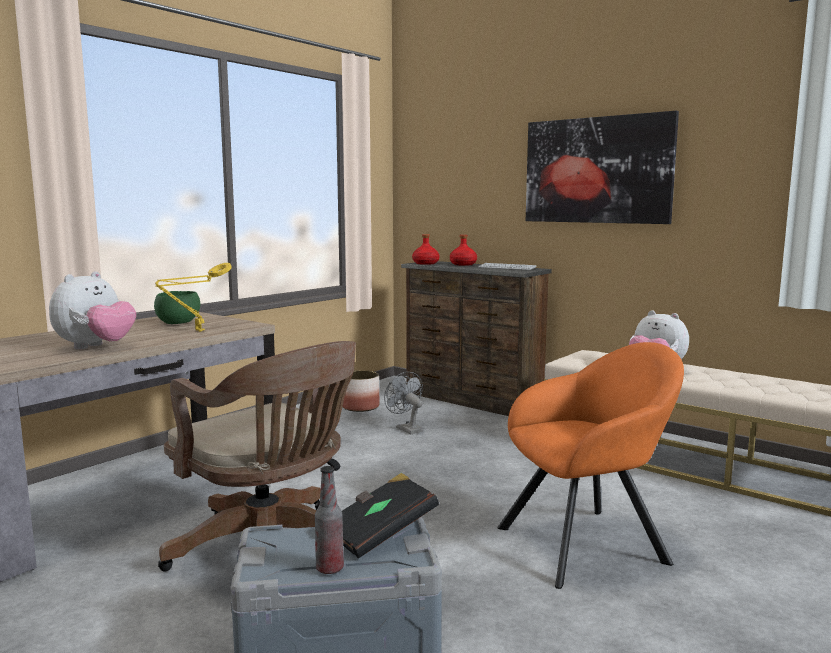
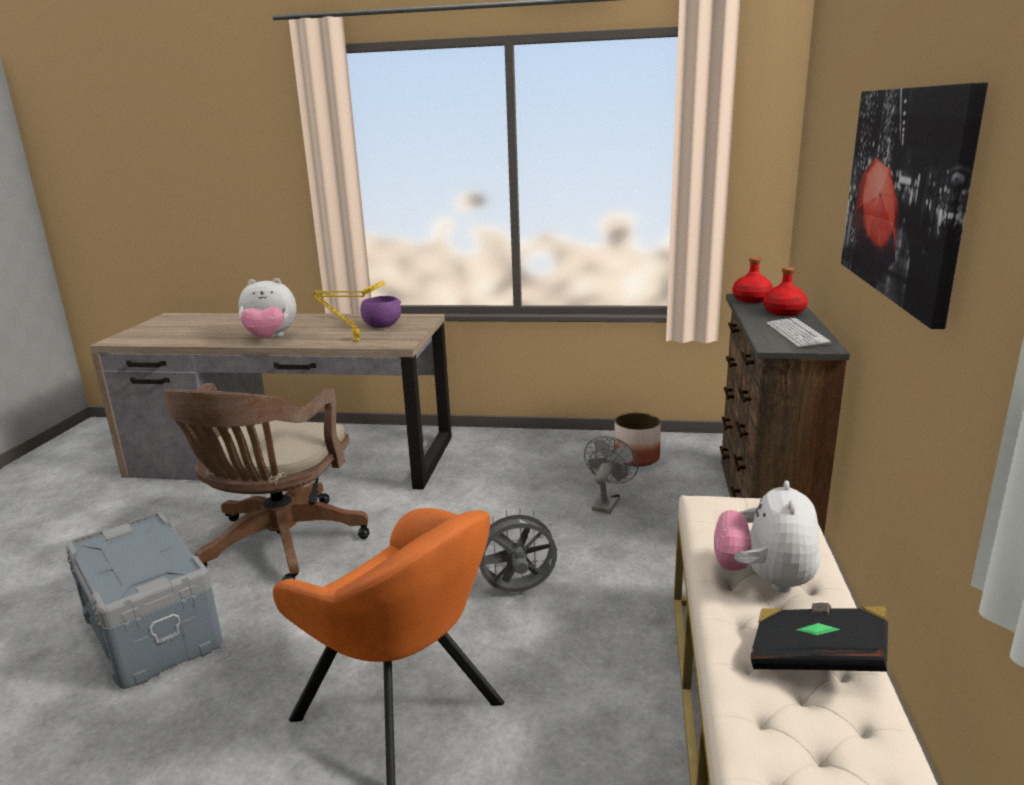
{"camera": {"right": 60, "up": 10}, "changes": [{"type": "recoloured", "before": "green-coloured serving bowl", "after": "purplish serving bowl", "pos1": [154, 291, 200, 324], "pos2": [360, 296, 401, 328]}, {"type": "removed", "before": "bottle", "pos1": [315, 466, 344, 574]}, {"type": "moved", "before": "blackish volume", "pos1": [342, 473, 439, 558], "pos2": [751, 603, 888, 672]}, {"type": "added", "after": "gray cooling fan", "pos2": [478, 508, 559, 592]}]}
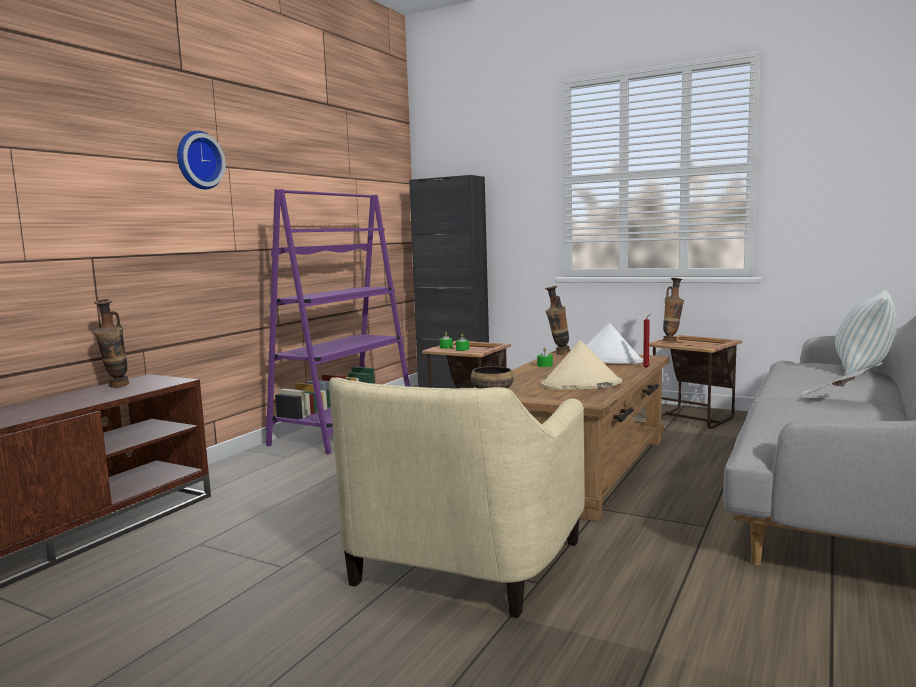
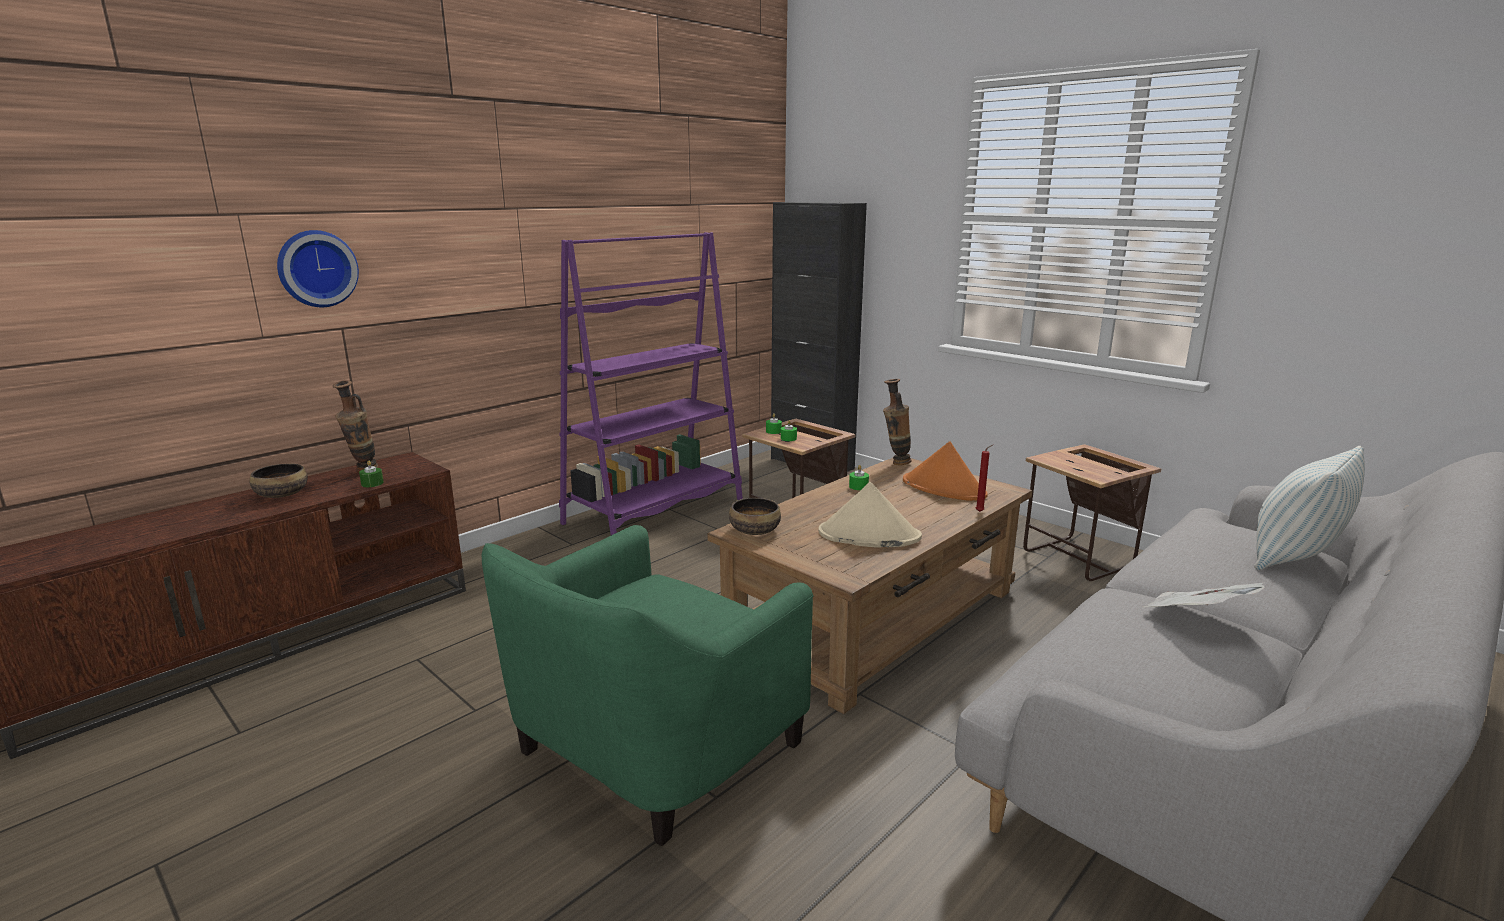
{"camera": {"right": 15, "up": 10}, "changes": [{"type": "moved", "before": "hanging clock", "pos1": [177, 131, 226, 190], "pos2": [277, 230, 359, 307]}, {"type": "recoloured", "before": "beige lounge chair", "after": "green-coloured lounge chair", "pos1": [329, 377, 585, 618], "pos2": [482, 525, 813, 846]}, {"type": "recoloured", "before": "white-coloured wearable hat", "after": "orange wearable hat", "pos1": [586, 323, 643, 364], "pos2": [903, 441, 988, 501]}, {"type": "removed", "before": "decorative vase", "pos1": [663, 278, 684, 342]}, {"type": "added", "after": "serving bowl", "pos2": [250, 463, 308, 498]}, {"type": "added", "after": "green-coloured candle", "pos2": [359, 460, 384, 487]}]}
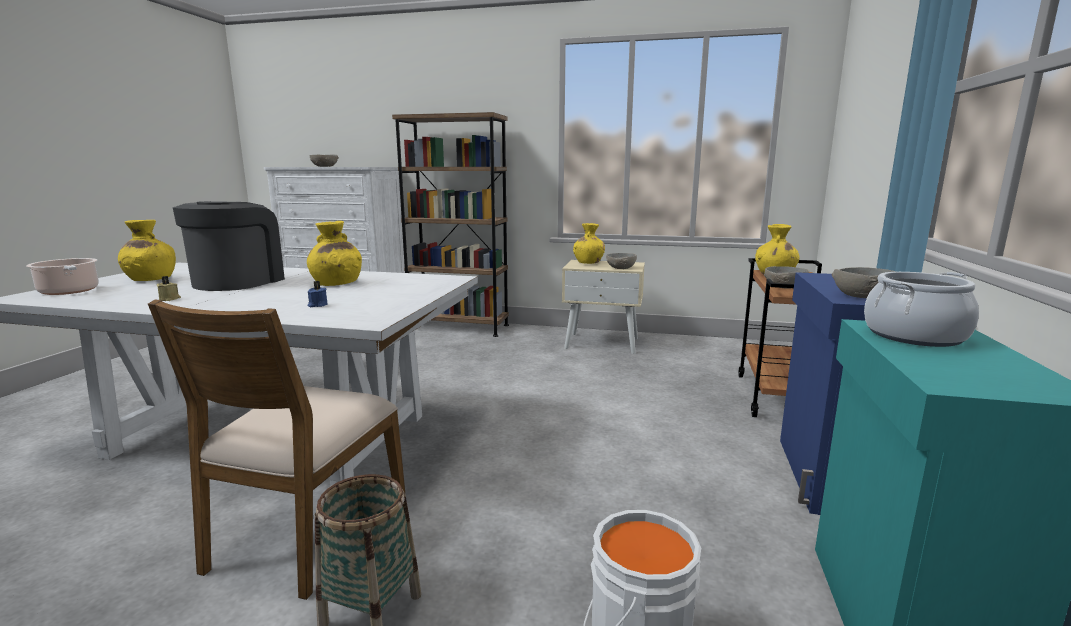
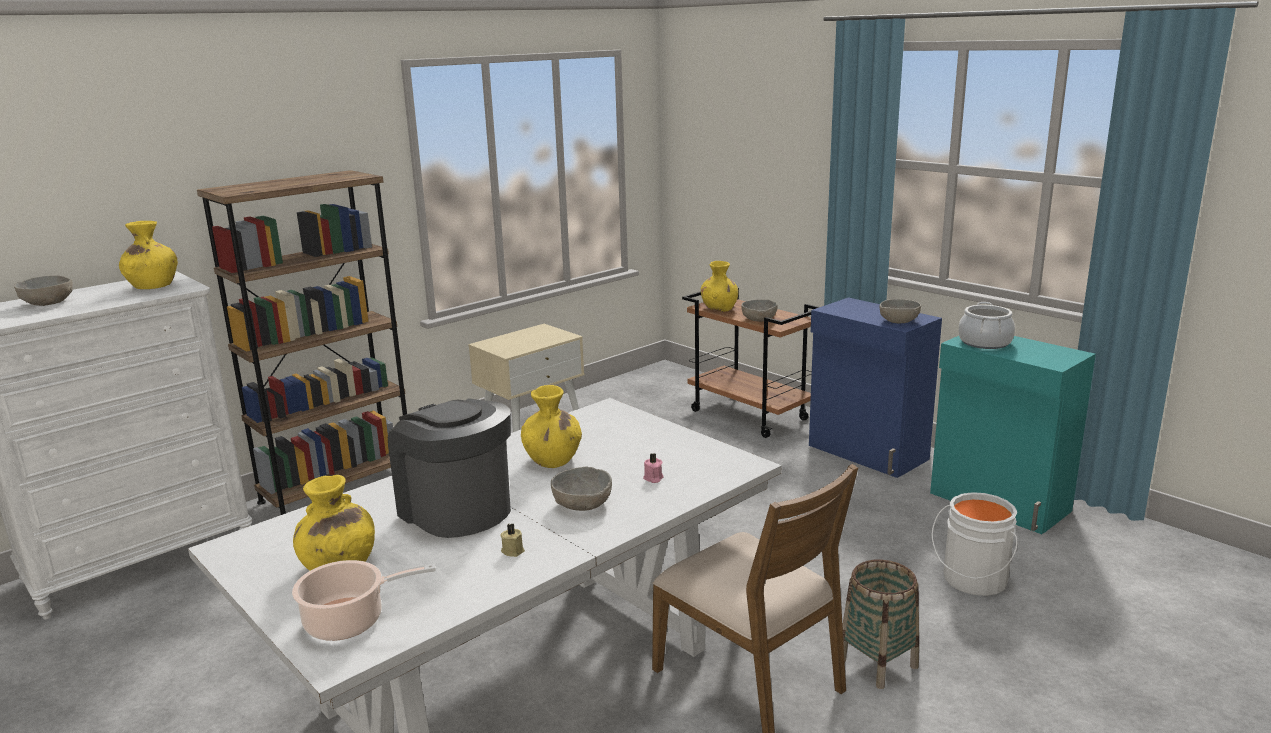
{"camera": {"right": -55, "up": 5}, "changes": [{"type": "recoloured", "before": "blue candle", "after": "pinkish candle", "pos1": [308, 281, 327, 307], "pos2": [643, 453, 664, 483]}, {"type": "moved", "before": "yellowish decorative vase", "pos1": [573, 223, 605, 264], "pos2": [119, 221, 178, 289]}, {"type": "moved", "before": "gray serving bowl", "pos1": [606, 253, 637, 269], "pos2": [551, 466, 612, 511]}]}
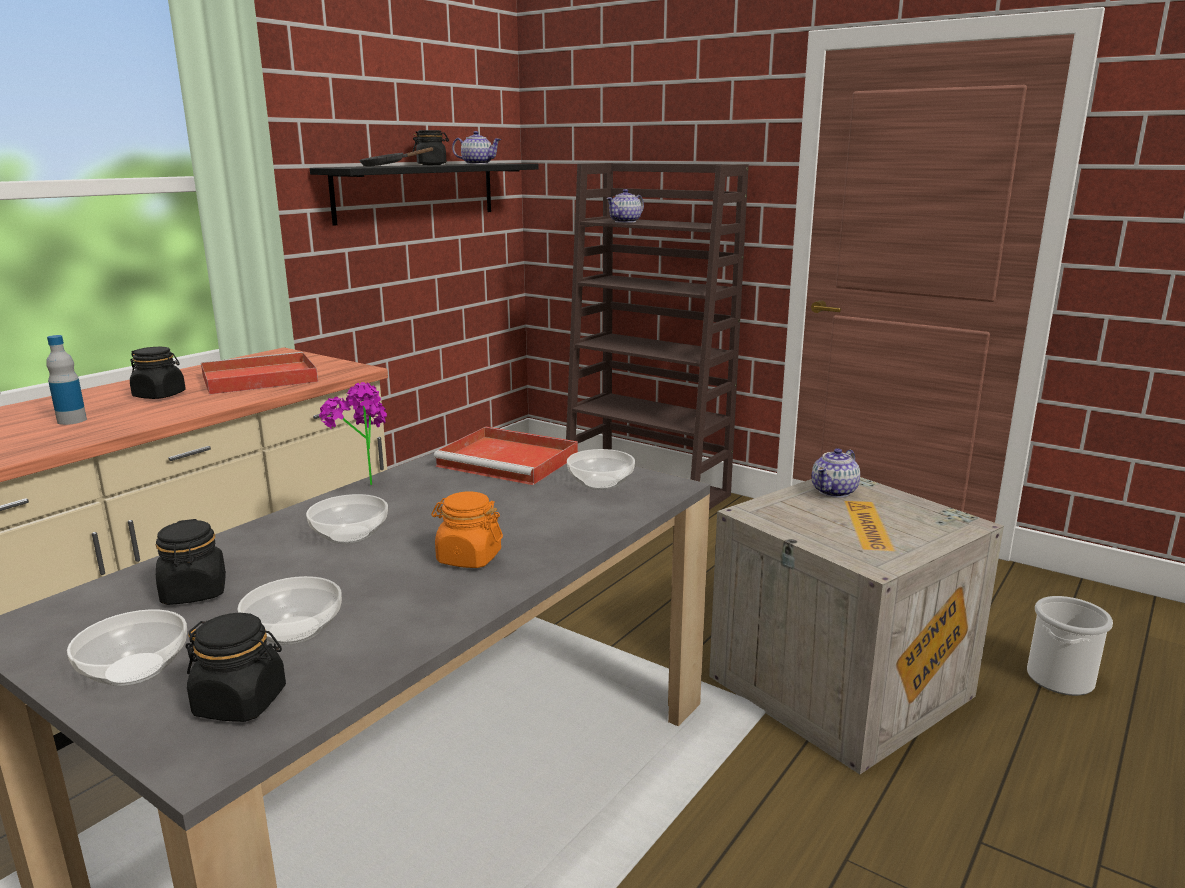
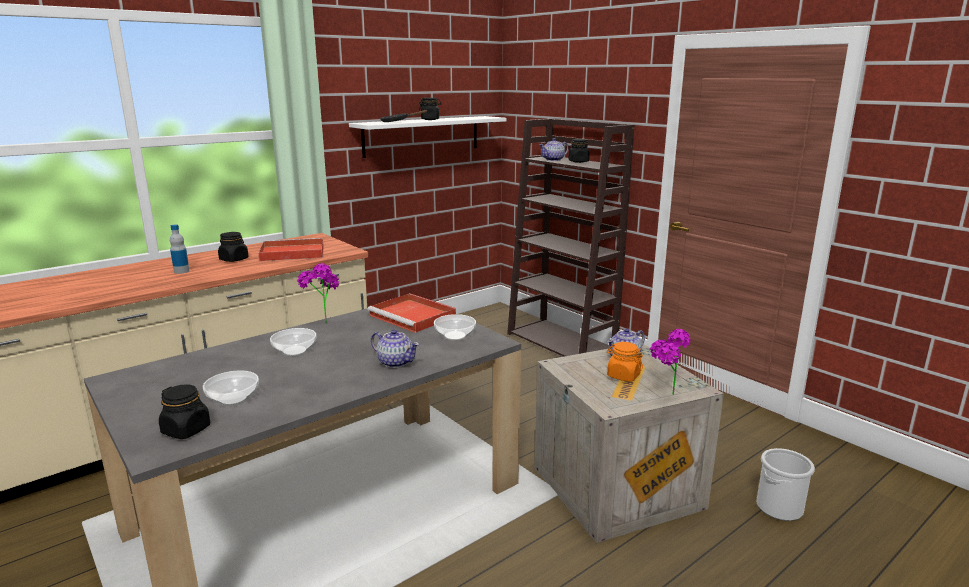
{"camera": {"right": 15, "up": 0}, "changes": [{"type": "removed", "before": "serving bowl", "pos1": [67, 609, 187, 686]}, {"type": "moved", "before": "blackish storage jar", "pos1": [156, 519, 226, 605], "pos2": [568, 139, 590, 163]}, {"type": "recoloured", "before": "blackish bracket shelf", "after": "white-coloured bracket shelf", "pos1": [310, 163, 539, 226], "pos2": [349, 116, 506, 158]}, {"type": "moved", "before": "orange storage jar", "pos1": [431, 492, 503, 568], "pos2": [607, 342, 643, 382]}, {"type": "moved", "before": "pot for tea", "pos1": [452, 131, 501, 164], "pos2": [371, 330, 419, 368]}, {"type": "added", "after": "potted plant", "pos2": [650, 329, 690, 395]}]}
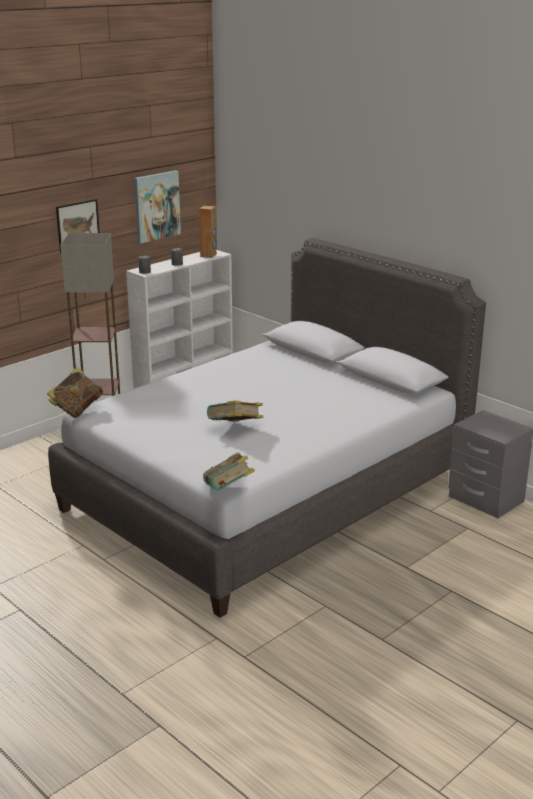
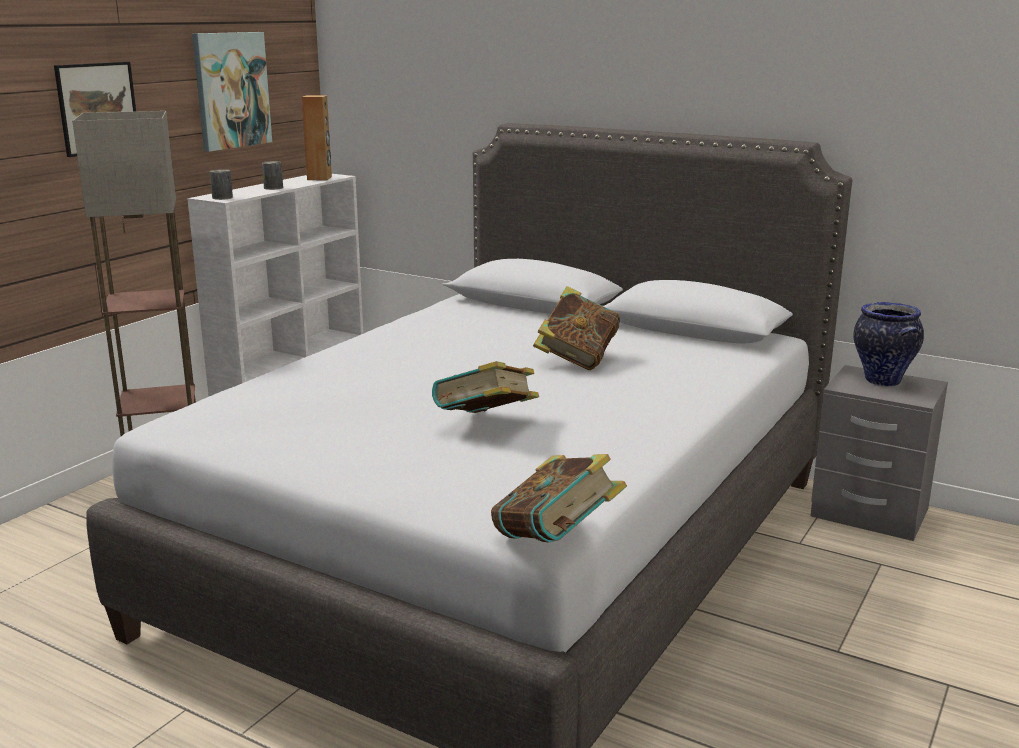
{"camera": {"right": -15, "up": -5}, "changes": [{"type": "moved", "before": "volume", "pos1": [47, 367, 103, 418], "pos2": [533, 286, 620, 370]}, {"type": "added", "after": "decorative vase", "pos2": [853, 302, 924, 387]}]}
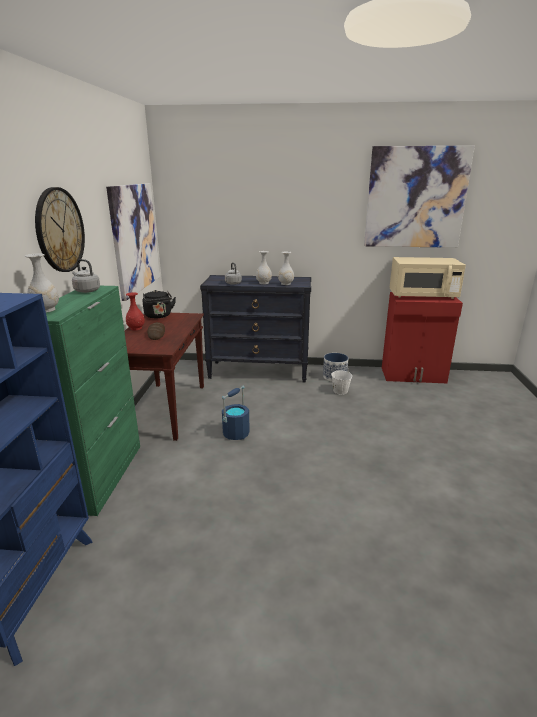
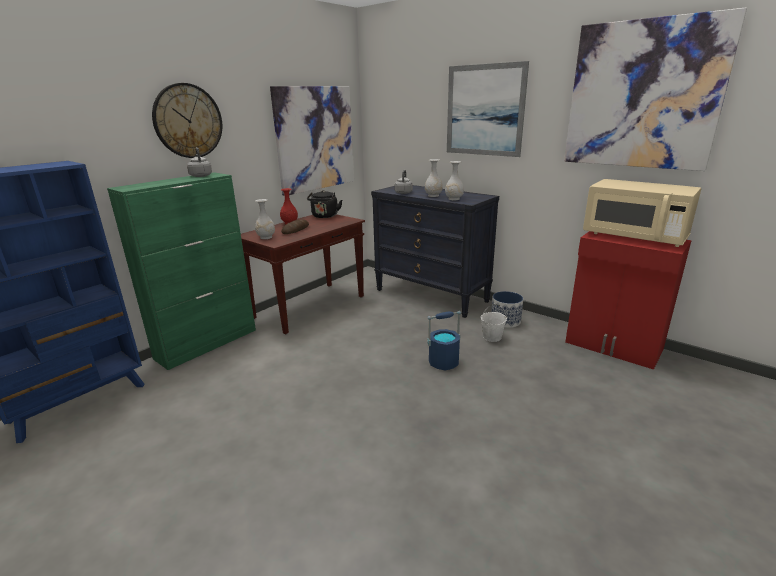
{"camera": {"right": 35, "up": 0}, "changes": [{"type": "moved", "before": "white-coloured decorative vase", "pos1": [25, 254, 59, 312], "pos2": [255, 199, 275, 239]}, {"type": "moved", "before": "blue pail", "pos1": [222, 386, 250, 440], "pos2": [427, 311, 461, 371]}, {"type": "added", "after": "wall picture", "pos2": [447, 61, 529, 157]}]}
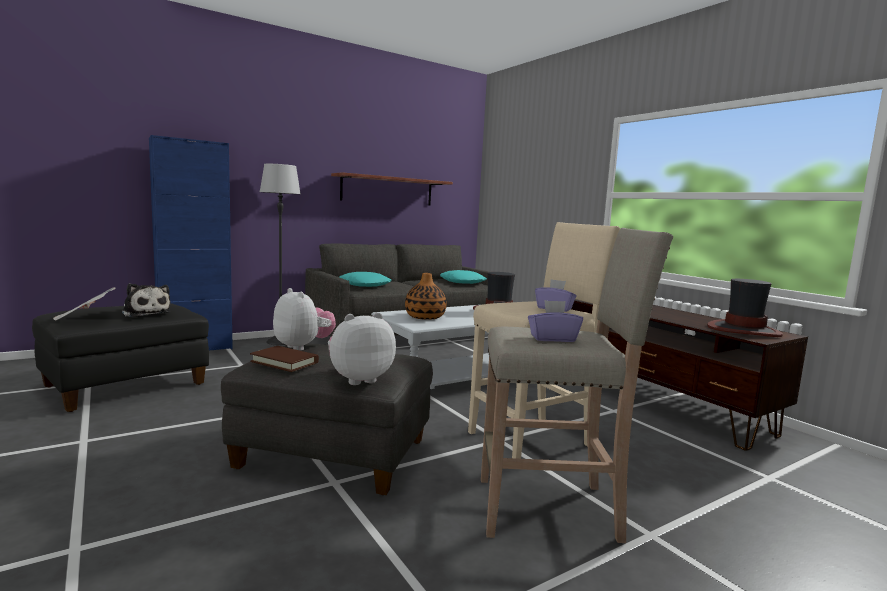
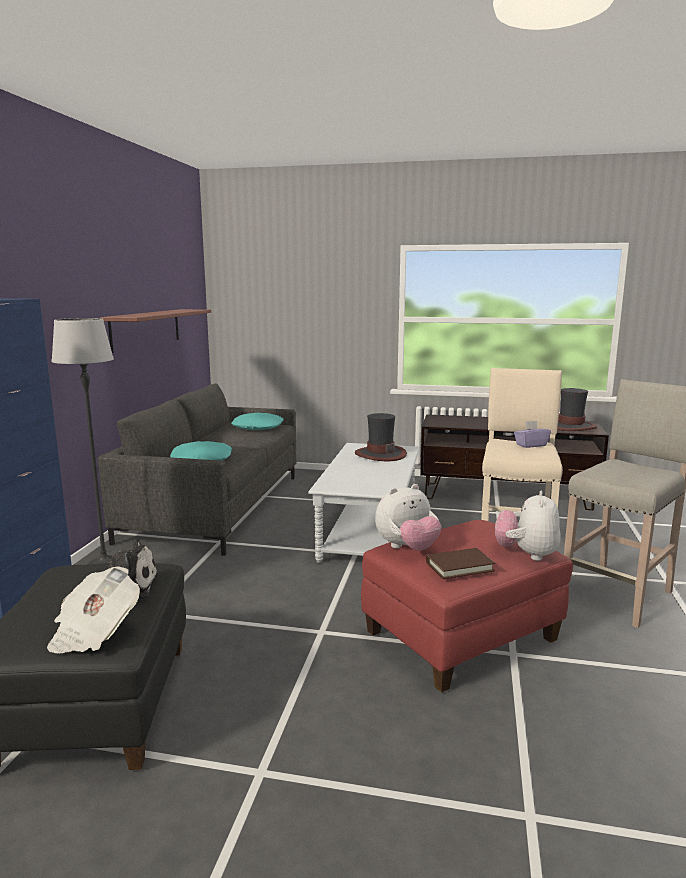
{"camera": {"right": -45, "up": 5}, "changes": [{"type": "recoloured", "before": "gray pouffe", "after": "reddish pouffe", "pos1": [221, 344, 433, 495], "pos2": [361, 520, 573, 693]}, {"type": "turned", "before": "soft toy", "pos1": [273, 288, 336, 351], "pos2": [375, 484, 441, 551], "turn": 150}, {"type": "removed", "before": "decorative vase", "pos1": [405, 273, 447, 320]}, {"type": "removed", "before": "purplish tissue box", "pos1": [528, 300, 583, 342]}]}
